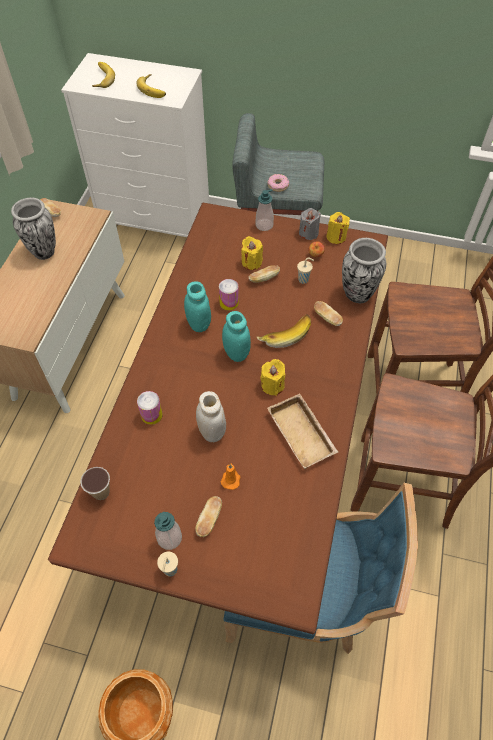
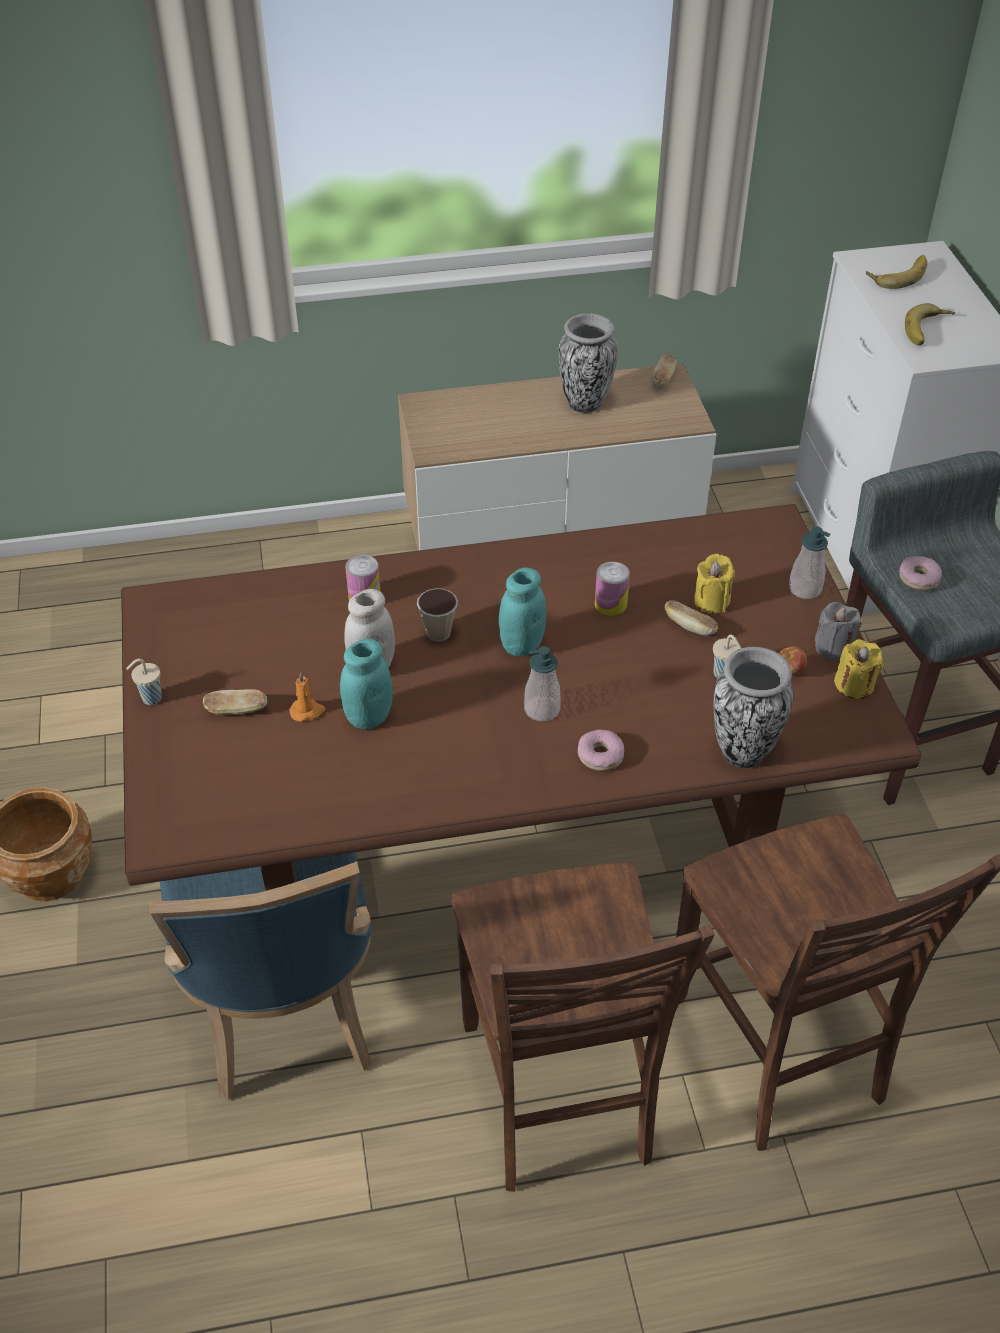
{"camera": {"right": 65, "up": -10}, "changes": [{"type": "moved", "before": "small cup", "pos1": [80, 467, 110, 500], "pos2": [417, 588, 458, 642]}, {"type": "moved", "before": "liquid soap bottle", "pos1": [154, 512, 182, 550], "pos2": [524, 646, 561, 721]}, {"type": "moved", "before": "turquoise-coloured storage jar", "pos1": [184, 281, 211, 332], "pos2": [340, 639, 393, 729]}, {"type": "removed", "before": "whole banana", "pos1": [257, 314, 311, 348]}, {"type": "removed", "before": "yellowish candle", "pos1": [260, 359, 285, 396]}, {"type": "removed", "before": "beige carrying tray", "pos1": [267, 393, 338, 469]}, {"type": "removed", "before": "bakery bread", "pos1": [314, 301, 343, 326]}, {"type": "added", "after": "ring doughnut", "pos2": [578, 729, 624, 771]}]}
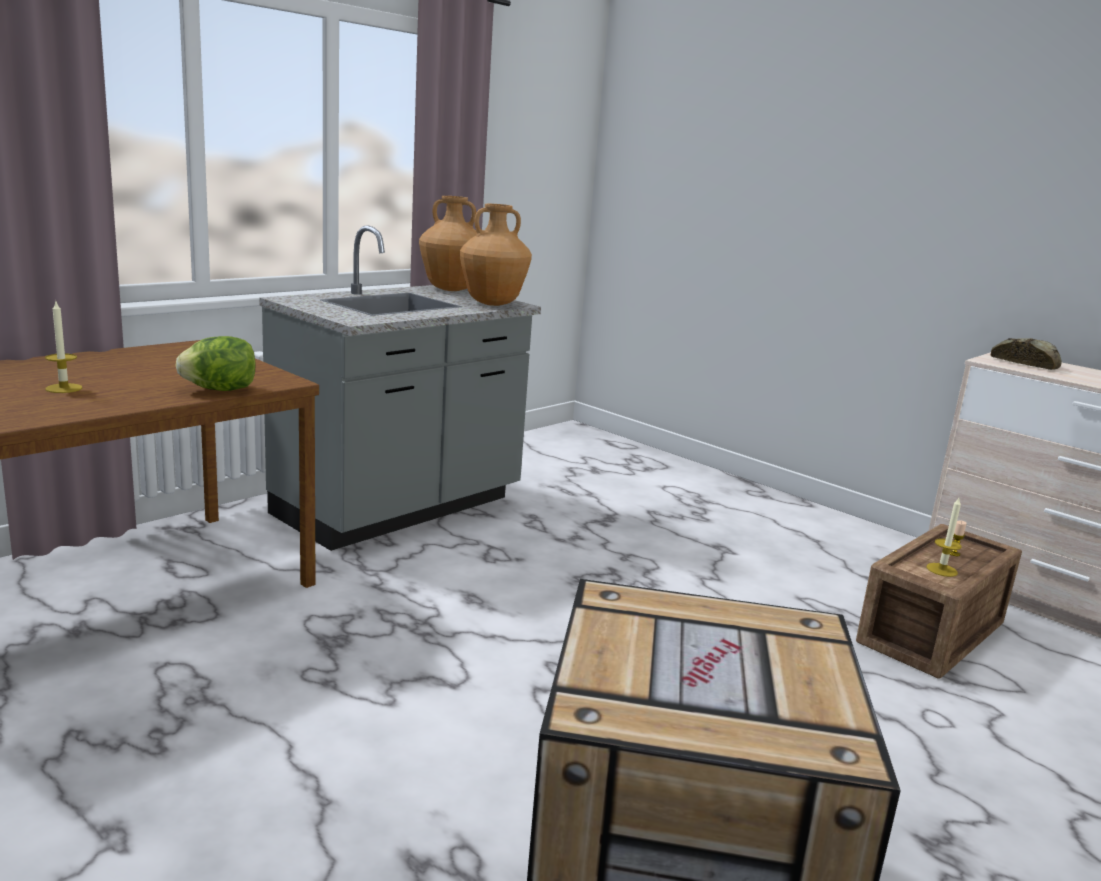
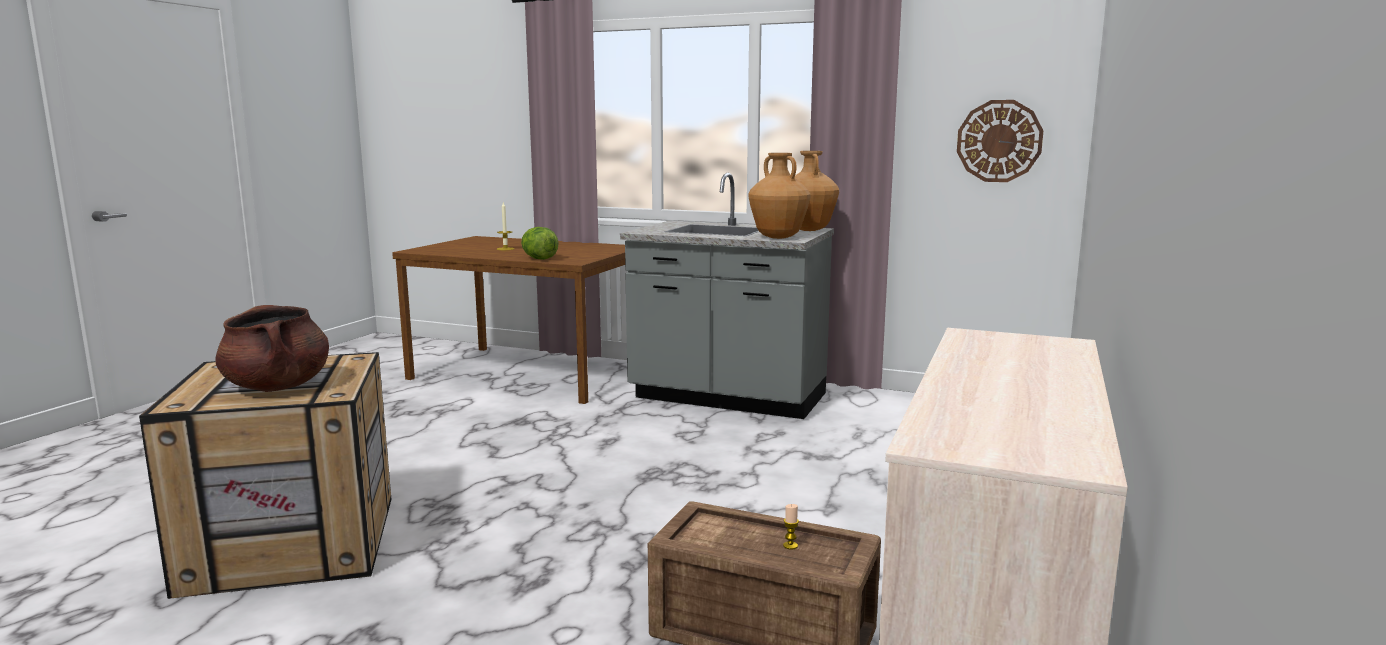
{"camera": {"right": 70, "up": -5}, "changes": [{"type": "removed", "before": "candle", "pos1": [927, 498, 962, 577]}, {"type": "removed", "before": "bakery bread", "pos1": [991, 338, 1062, 370]}, {"type": "added", "after": "brown-coloured cooking pot", "pos2": [215, 305, 329, 392]}, {"type": "added", "after": "hanging clock", "pos2": [957, 100, 1043, 182]}]}
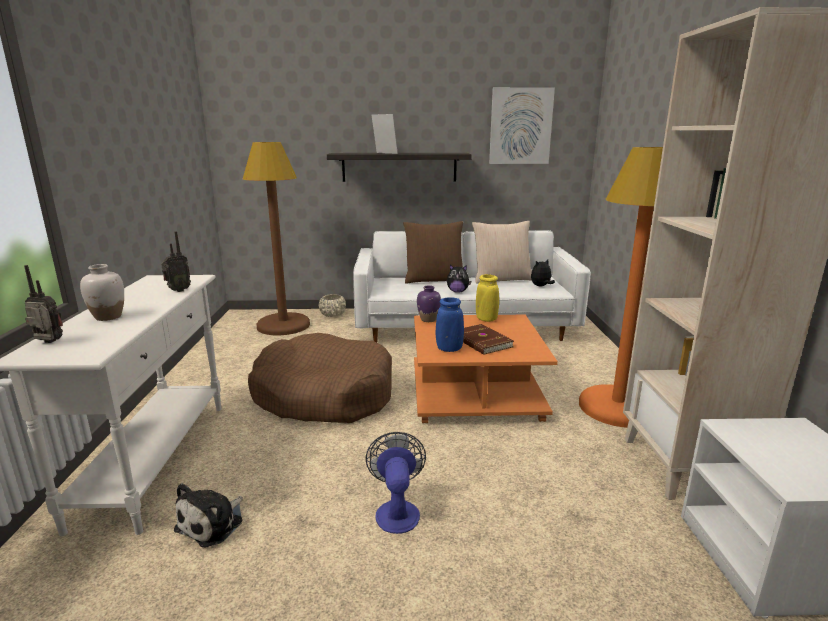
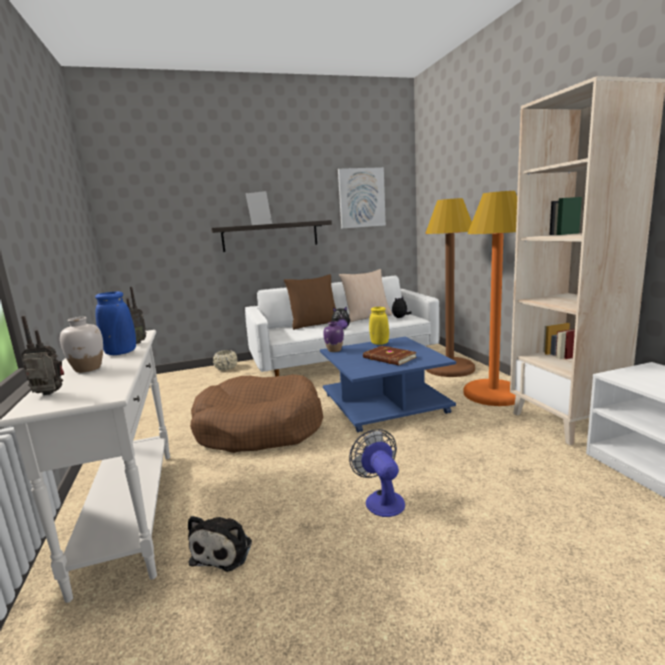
{"camera": {"right": -15, "up": -5}, "changes": [{"type": "moved", "before": "brown-coloured floor lamp", "pos1": [243, 142, 310, 335], "pos2": [425, 198, 475, 377]}, {"type": "recoloured", "before": "orange lounge table", "after": "blue lounge table", "pos1": [414, 315, 558, 423], "pos2": [320, 337, 456, 433]}, {"type": "moved", "before": "blue decorative vase", "pos1": [436, 297, 464, 352], "pos2": [95, 291, 136, 355]}]}
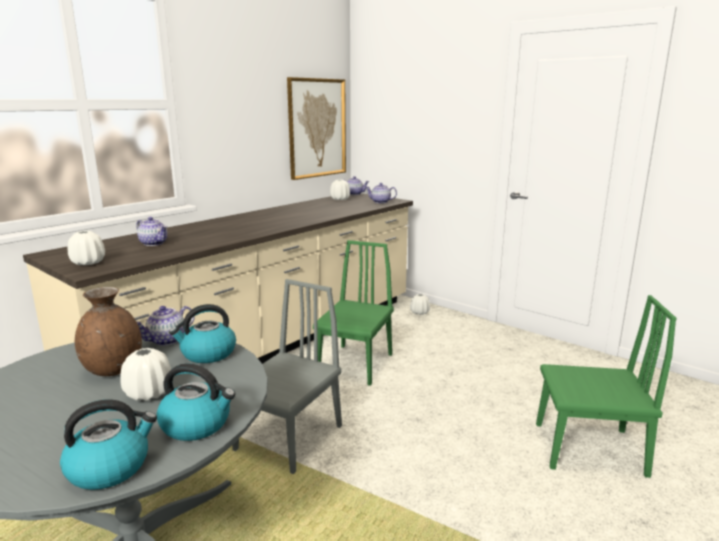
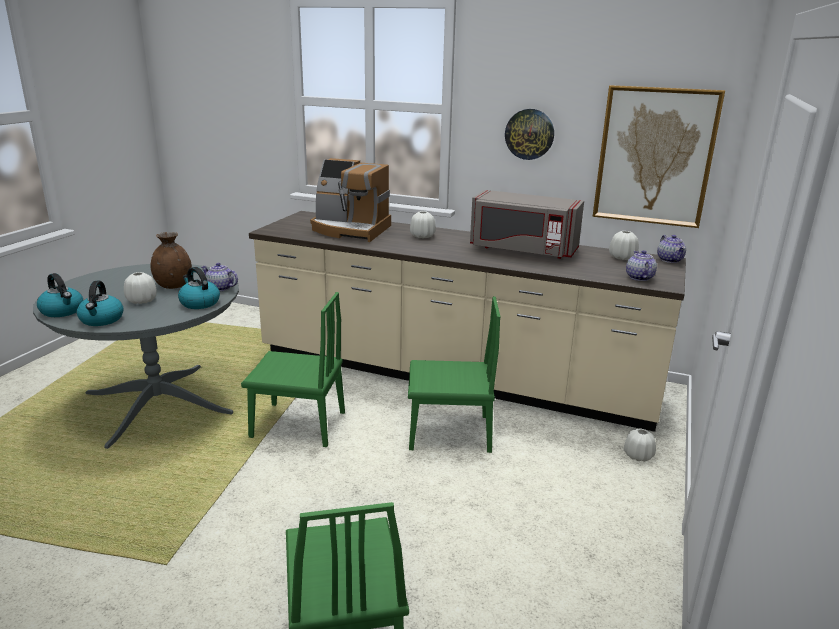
{"camera": {"right": 70, "up": 5}, "changes": [{"type": "moved", "before": "white-coloured decorative vase", "pos1": [68, 231, 105, 265], "pos2": [410, 211, 436, 238]}, {"type": "replaced", "before": "pot for tea", "after": "coffee brewer", "pos1": [136, 217, 167, 246], "pos2": [310, 158, 391, 242]}, {"type": "recoloured", "before": "gray chair", "after": "green-coloured chair", "pos1": [232, 279, 342, 474], "pos2": [241, 292, 345, 447]}, {"type": "added", "after": "gray microwave", "pos2": [470, 190, 584, 259]}, {"type": "added", "after": "hanging clock", "pos2": [505, 109, 554, 160]}]}
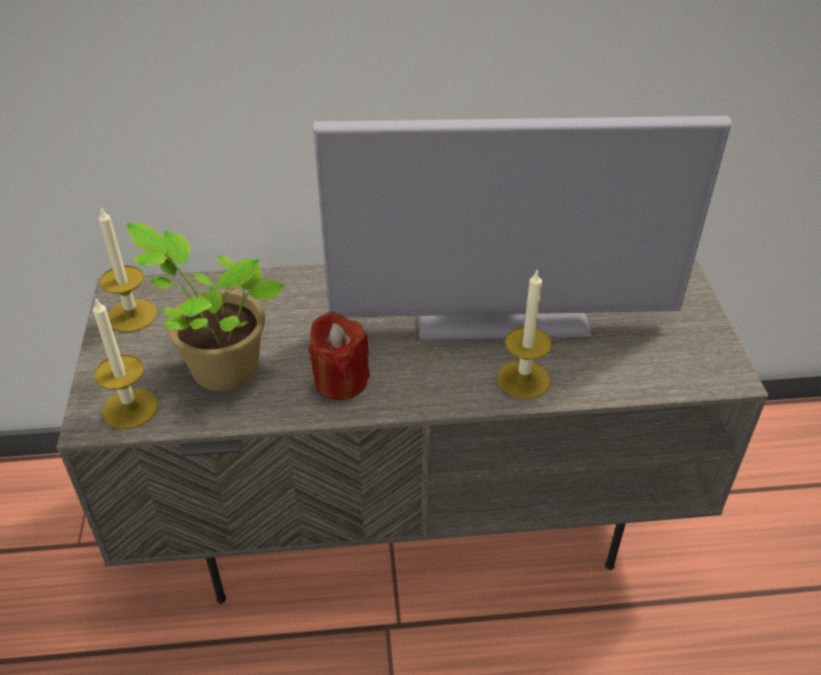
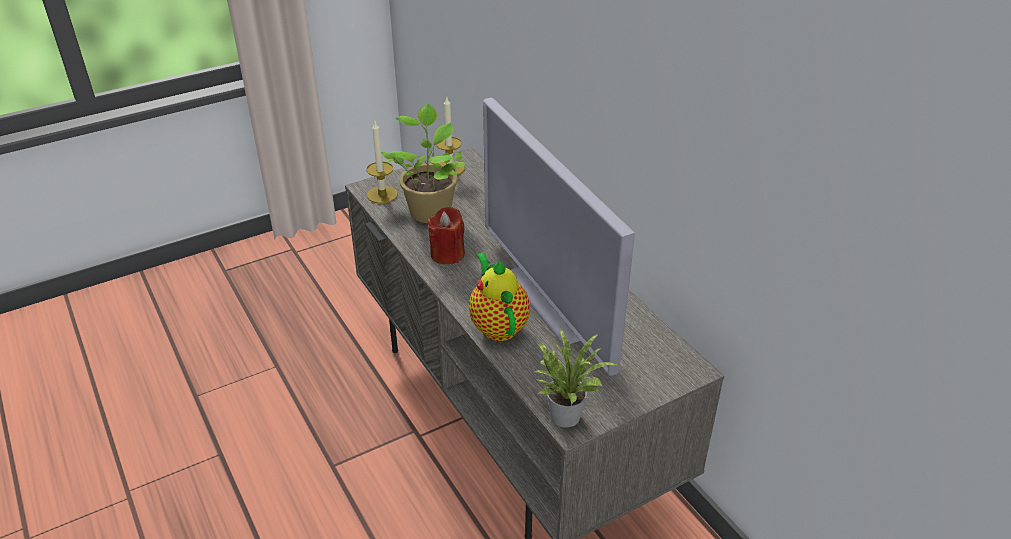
{"camera": {"right": 65, "up": -5}, "changes": [{"type": "replaced", "before": "candle", "after": "pot for tea", "pos1": [497, 268, 552, 399], "pos2": [469, 252, 530, 341]}, {"type": "added", "after": "potted plant", "pos2": [535, 327, 618, 428]}]}
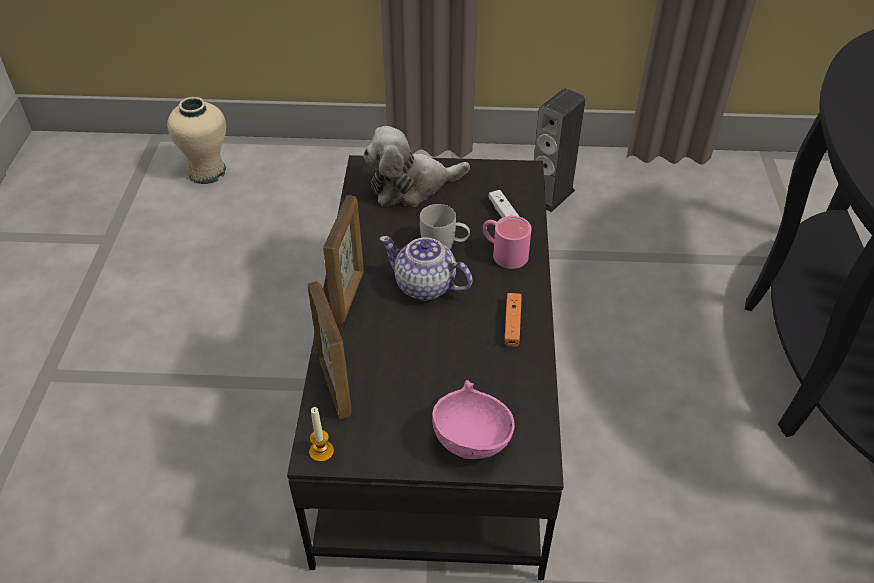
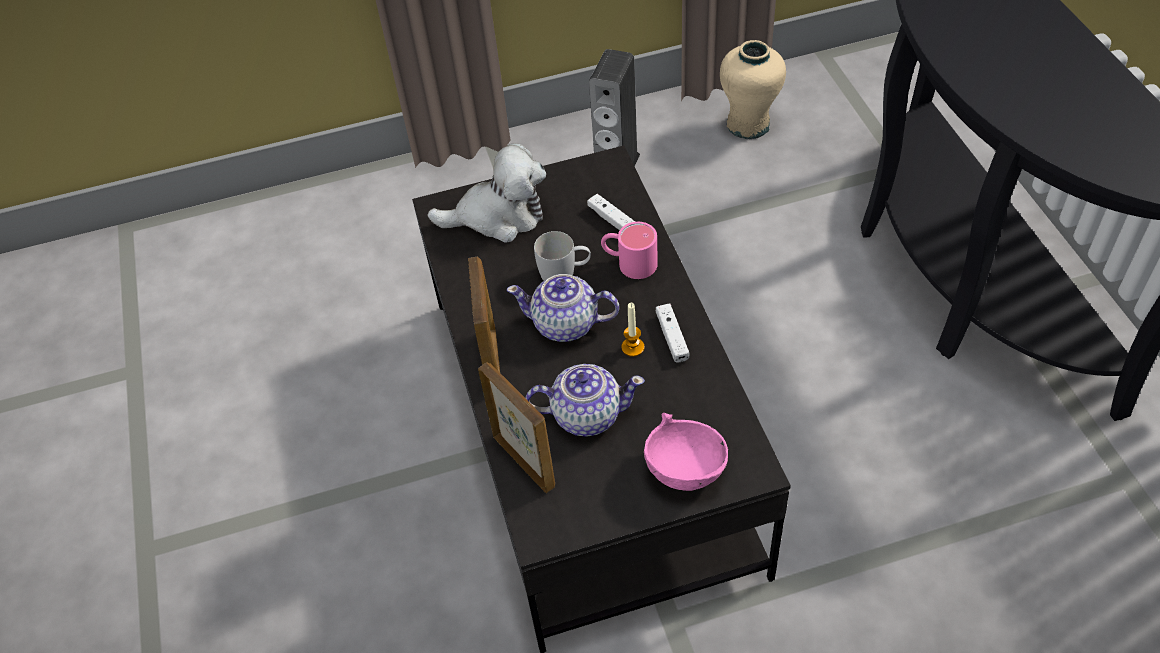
{"camera": {"right": -15, "up": 5}, "changes": [{"type": "moved", "before": "beige decorative vase", "pos1": [167, 97, 226, 184], "pos2": [720, 40, 786, 139]}, {"type": "moved", "before": "candle", "pos1": [309, 407, 334, 462], "pos2": [621, 303, 645, 357]}, {"type": "turned", "before": "soft toy", "pos1": [363, 126, 470, 207], "pos2": [427, 143, 546, 243], "turn": -150}, {"type": "recoloured", "before": "orange game controller", "after": "white-coloured game controller", "pos1": [504, 293, 522, 347], "pos2": [656, 304, 689, 363]}, {"type": "added", "after": "pot for tea", "pos2": [525, 364, 645, 437]}]}
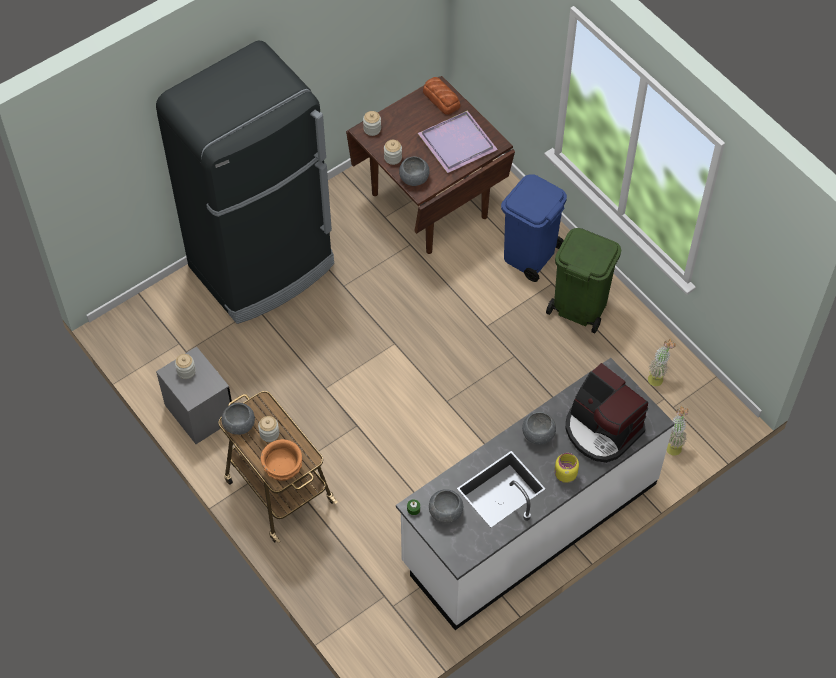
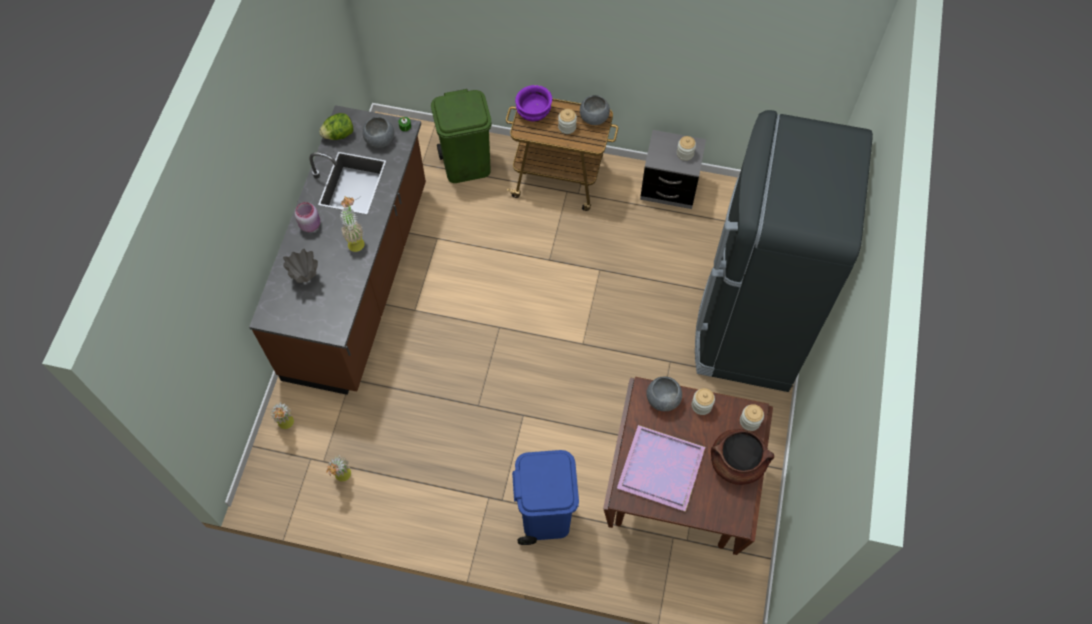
{"camera": {"right": 140, "up": 5}, "changes": [{"type": "recoloured", "before": "orange serving bowl", "after": "purplish serving bowl", "pos1": [261, 439, 302, 481], "pos2": [515, 85, 552, 121]}, {"type": "recoloured", "before": "white-coloured kitchen base unit", "after": "brown-coloured kitchen base unit", "pos1": [396, 358, 675, 630], "pos2": [249, 105, 426, 395]}, {"type": "removed", "before": "bakery bread", "pos1": [423, 77, 461, 115]}, {"type": "replaced", "before": "gray serving bowl", "after": "potted plant", "pos1": [522, 411, 556, 445], "pos2": [340, 196, 365, 252]}, {"type": "moved", "before": "green-coloured trash can", "pos1": [546, 228, 621, 333], "pos2": [431, 89, 491, 183]}, {"type": "recoloured", "before": "yellowish storage jar", "after": "pinkish storage jar", "pos1": [554, 453, 579, 483], "pos2": [295, 202, 320, 232]}, {"type": "replaced", "before": "coffee brewer", "after": "gray decorative vase", "pos1": [566, 363, 648, 463], "pos2": [283, 249, 318, 283]}, {"type": "added", "after": "lettuce", "pos2": [319, 113, 353, 140]}, {"type": "added", "after": "brown-coloured cooking pot", "pos2": [711, 429, 774, 485]}]}
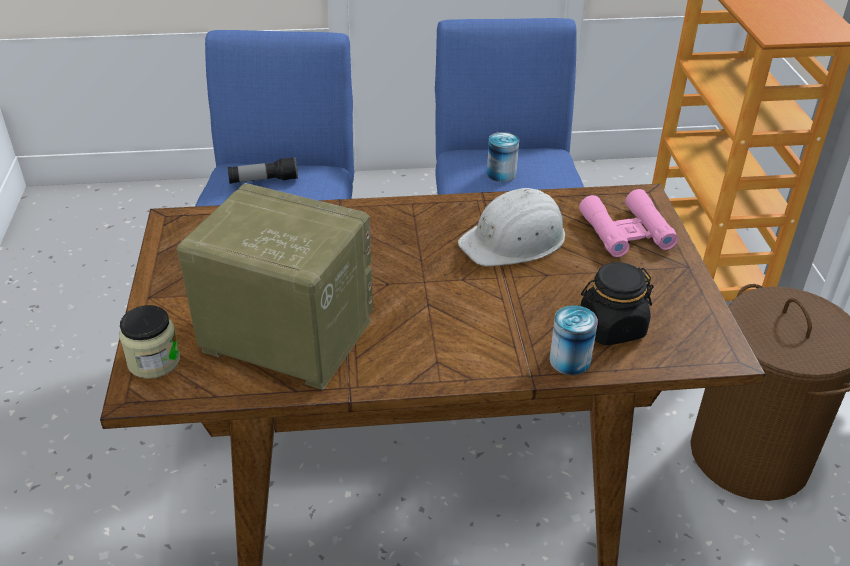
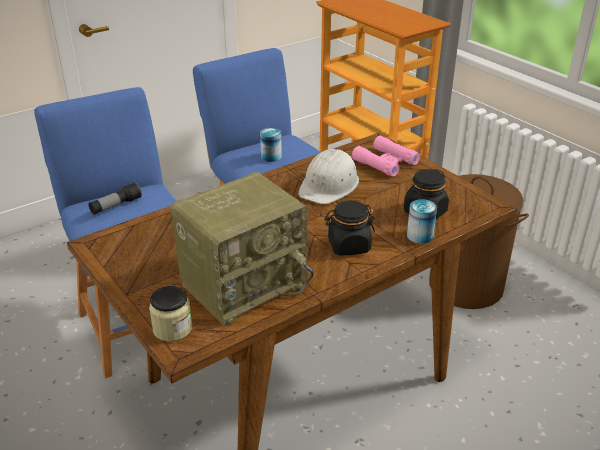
{"camera": {"right": -30, "up": -5}, "changes": [{"type": "turned", "before": "radio set", "pos1": [177, 183, 373, 390], "pos2": [171, 172, 314, 326], "turn": 150}, {"type": "added", "after": "blackish storage jar", "pos2": [324, 200, 375, 256]}]}
